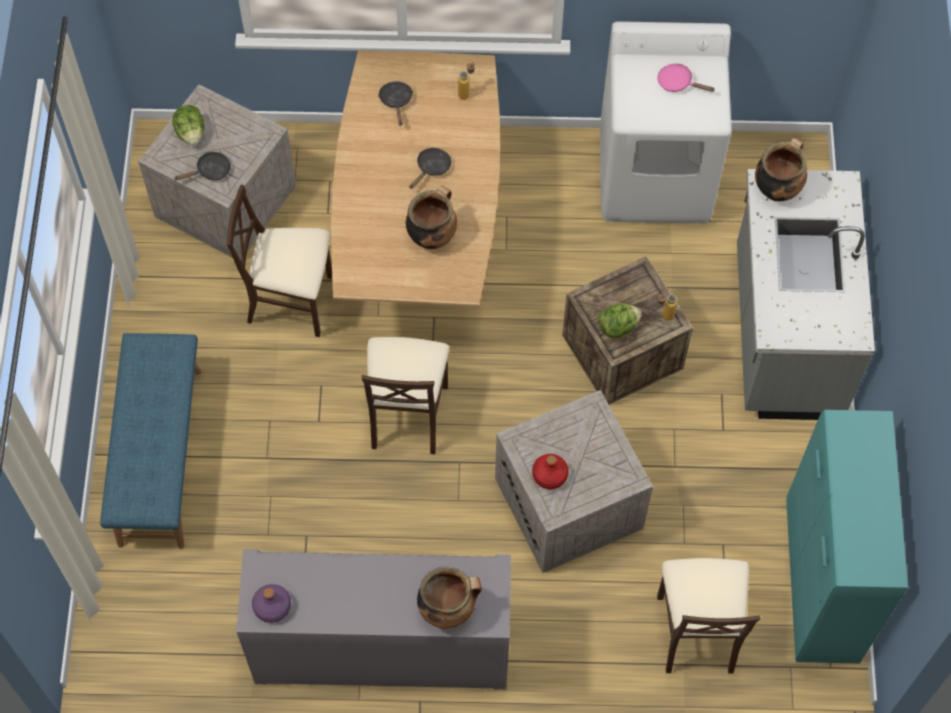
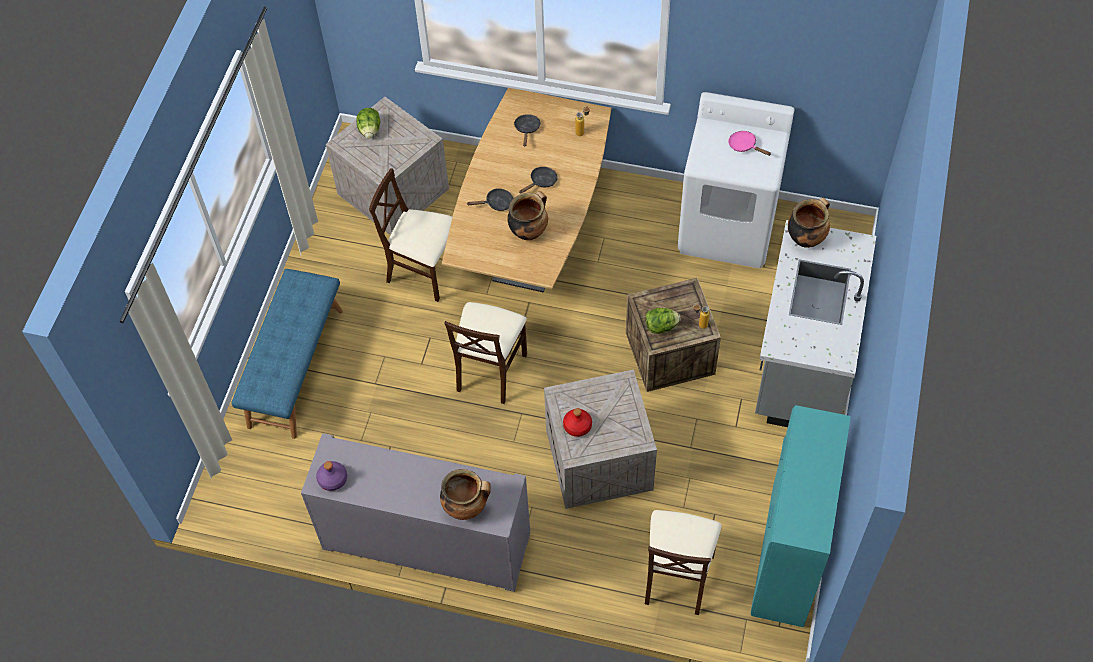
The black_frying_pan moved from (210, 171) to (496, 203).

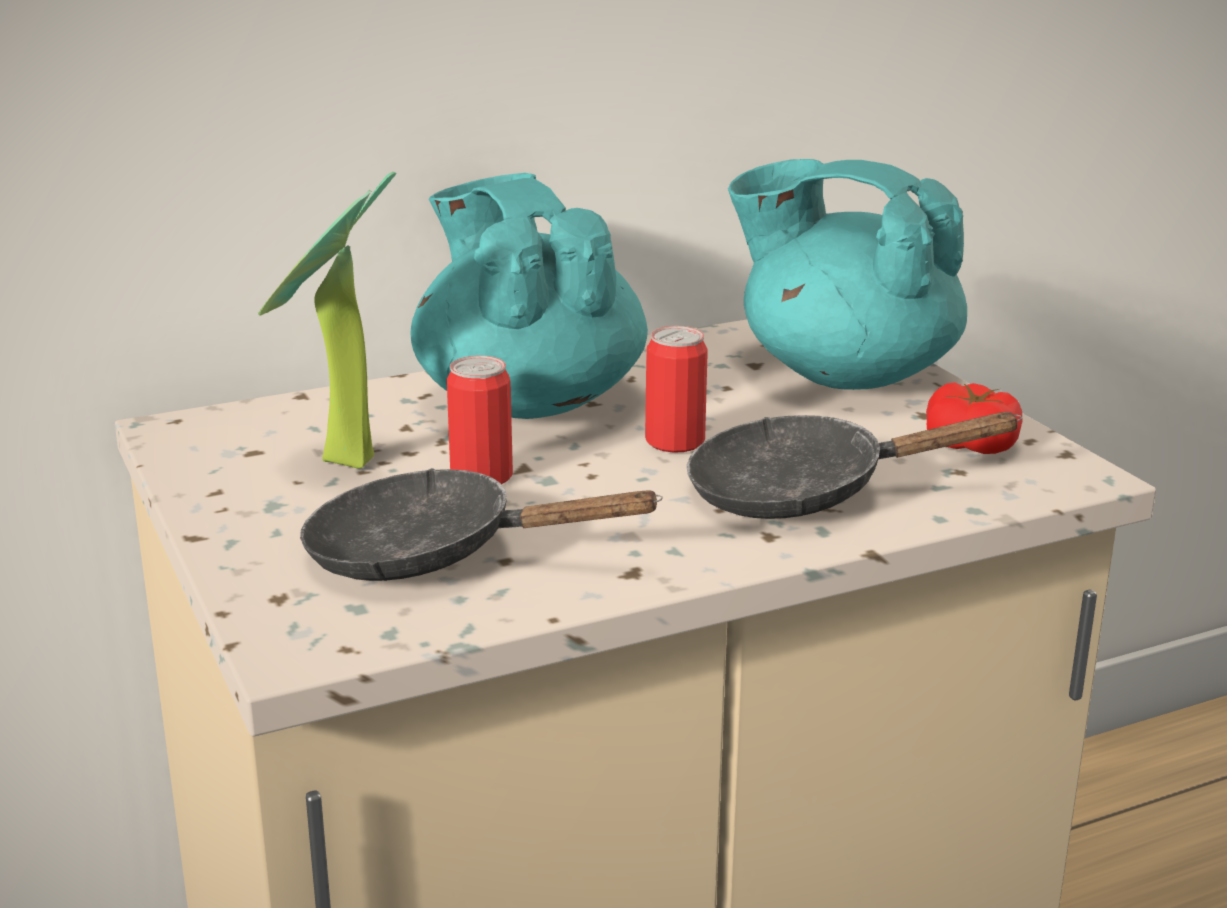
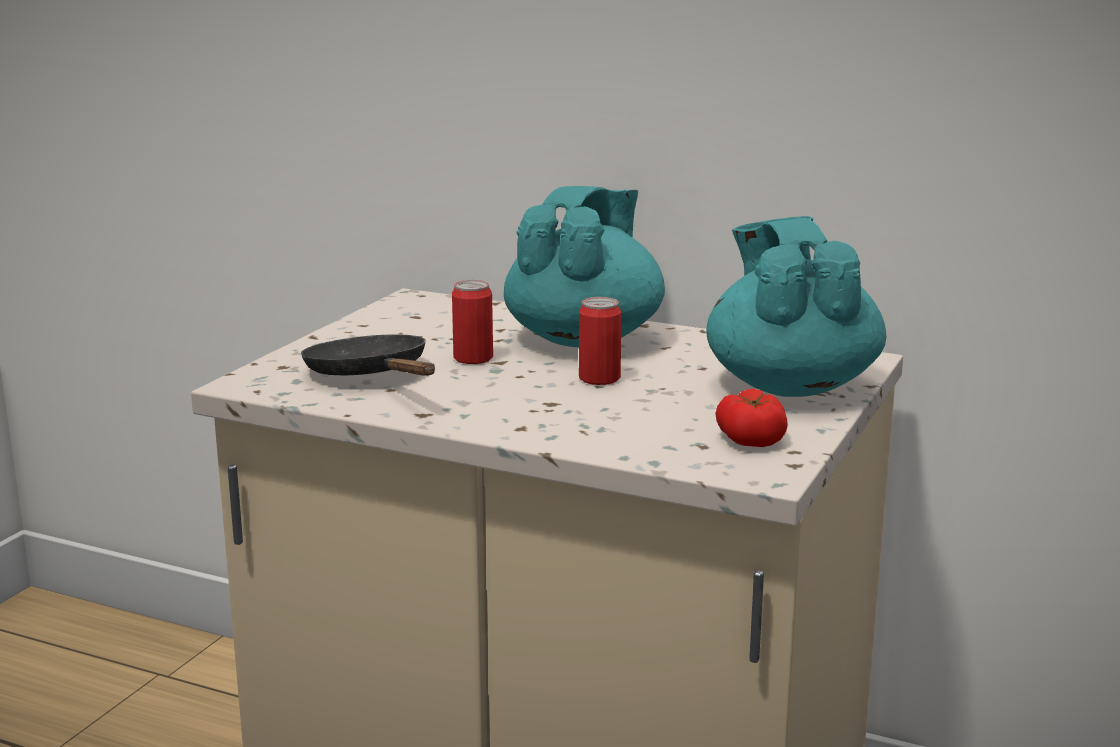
The potted_plant at (339, 465) disappeared.
The black_frying_pan at (805, 492) disappeared.

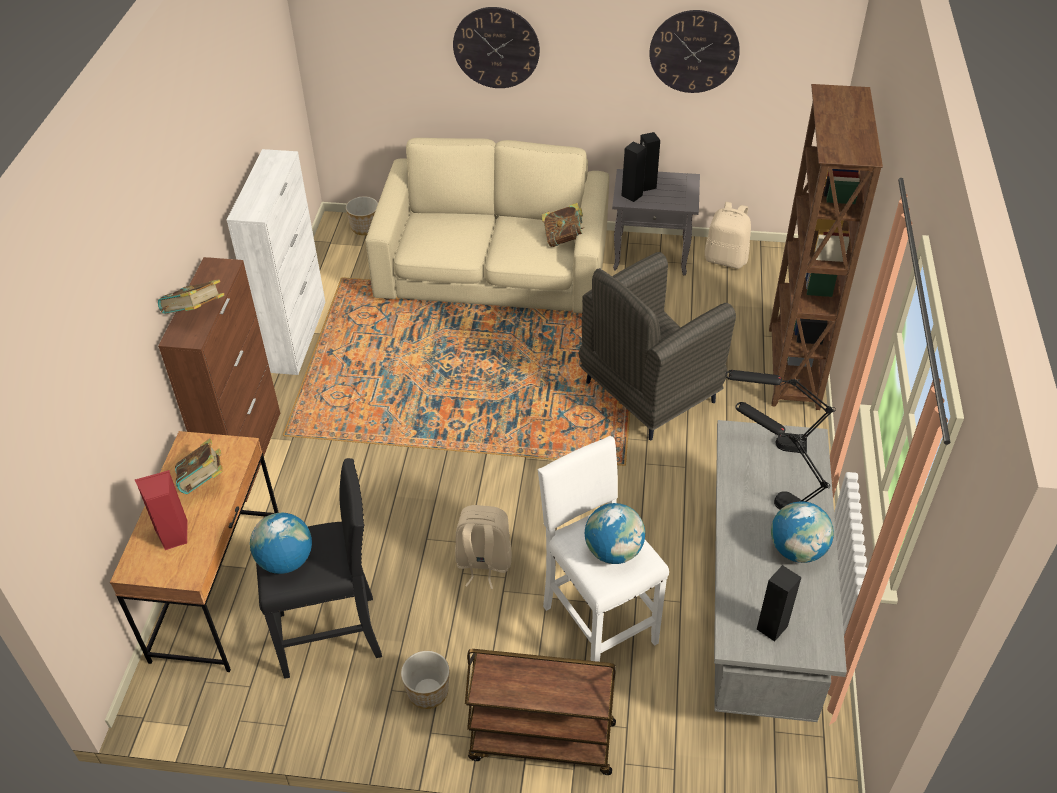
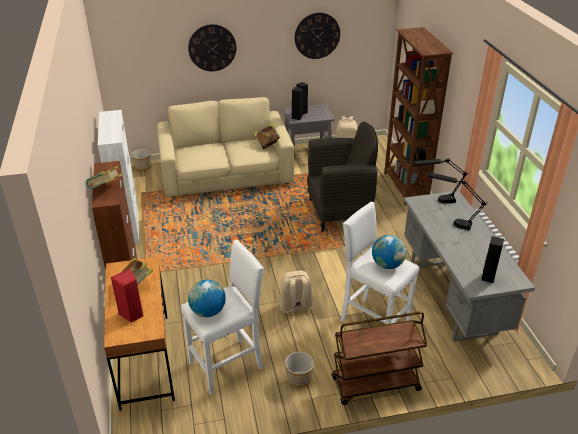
The grey_armchair at (648, 394) turned 135 degrees counterclockwise.
The black_stool at (332, 635) became the white_stool at (228, 365).
The globe at (797, 550) disappeared.

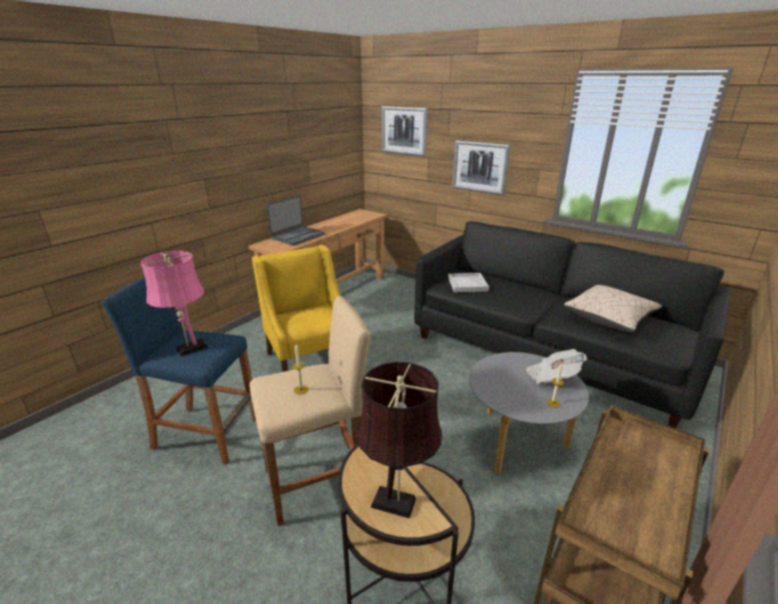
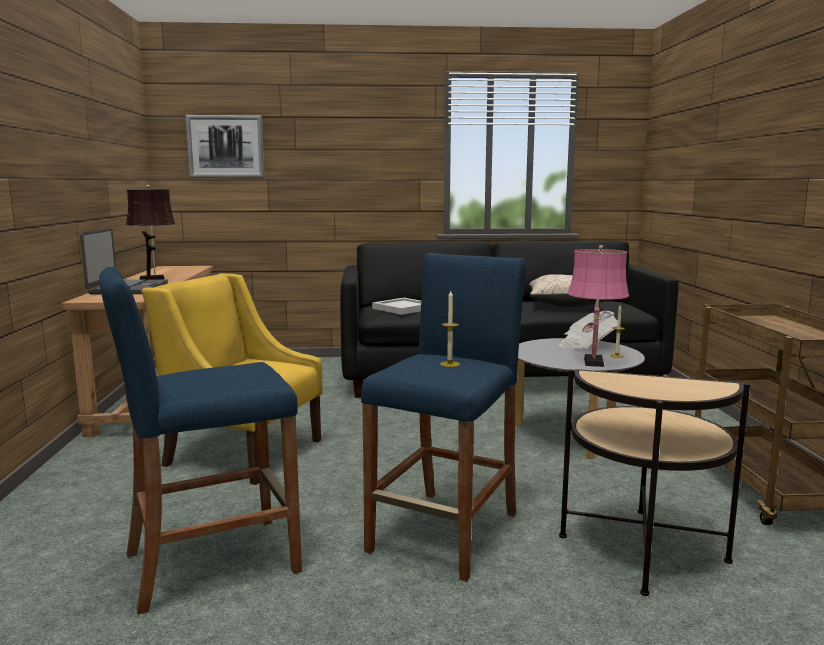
The picture at (480, 167) disappeared.
The pink_table_lamp moved from (189, 349) to (593, 363).
The beige_stool at (318, 481) became the blue_stool at (445, 532).
The brown_table_lamp moved from (397, 504) to (155, 279).

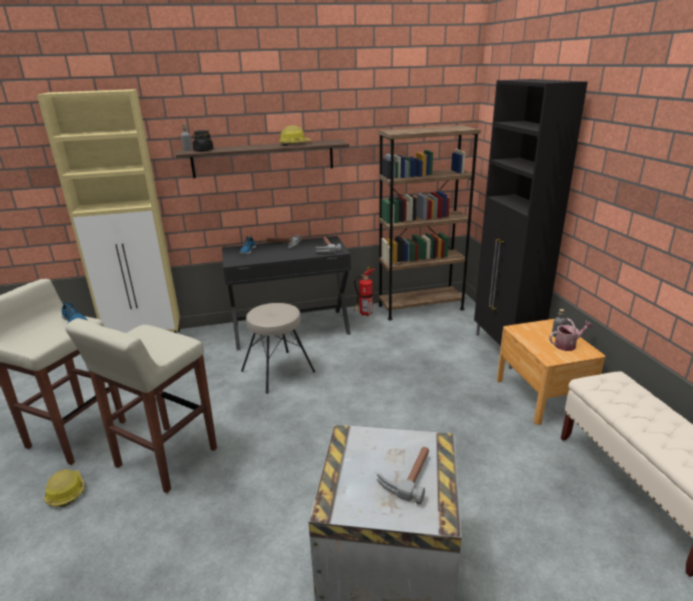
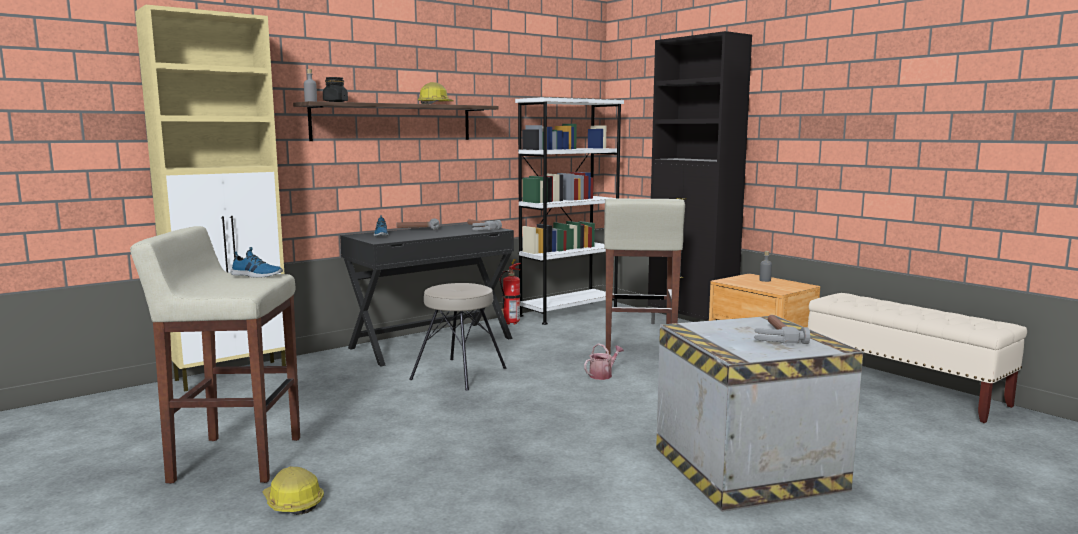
The brown_bookcase at (420, 307) became the white_bookcase at (568, 312).
The beige_stool moved from (165, 458) to (638, 347).
The watering_can moved from (567, 345) to (603, 375).

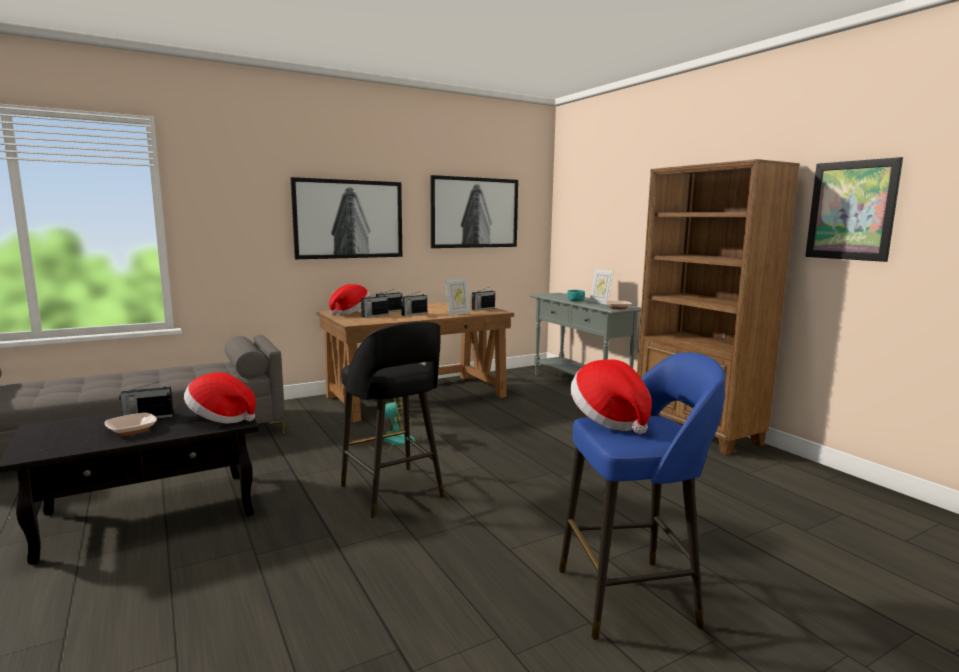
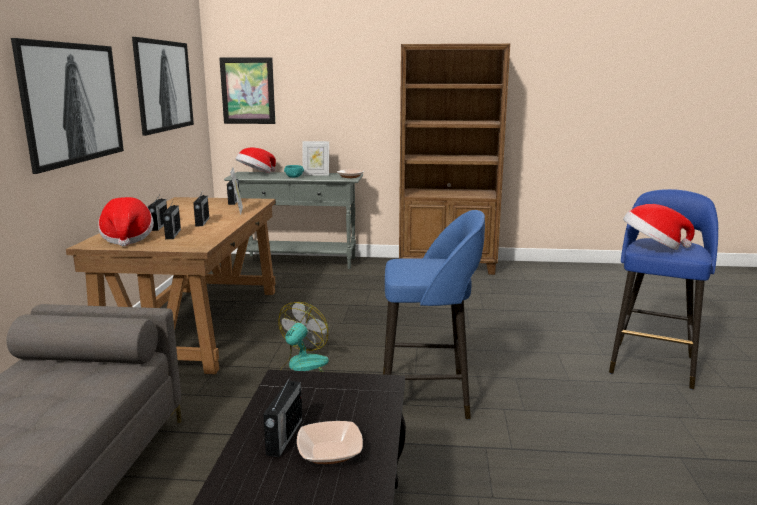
The picture moved from (851, 210) to (248, 91).
The black_stool at (393, 492) became the blue_stool at (427, 397).
The hat moved from (221, 418) to (255, 174).

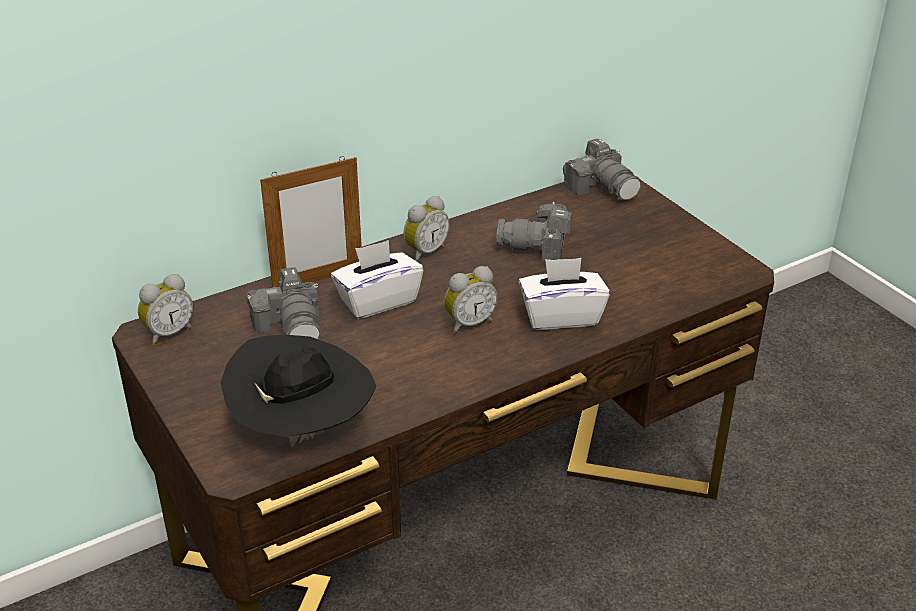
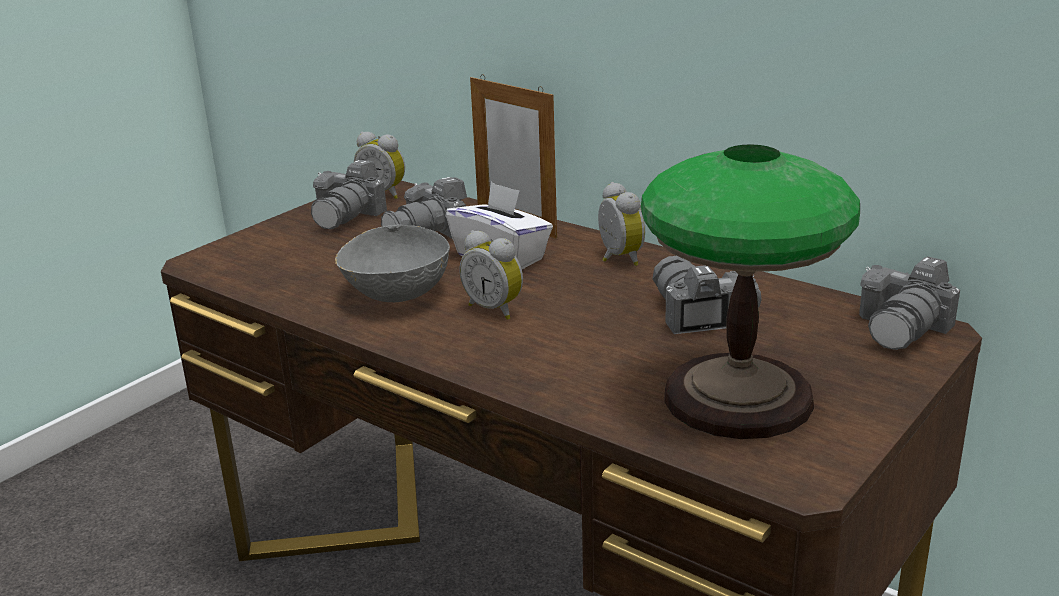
The alarm_clock at (425, 252) turned 135 degrees counterclockwise.
The white_tissue_box at (561, 316) disappeared.
The black_hat at (303, 430) disappeared.
The table_lamp at (736, 398) appeared.
The photo_camera at (348, 216) appeared.
The grey_bowl at (396, 293) appeared.

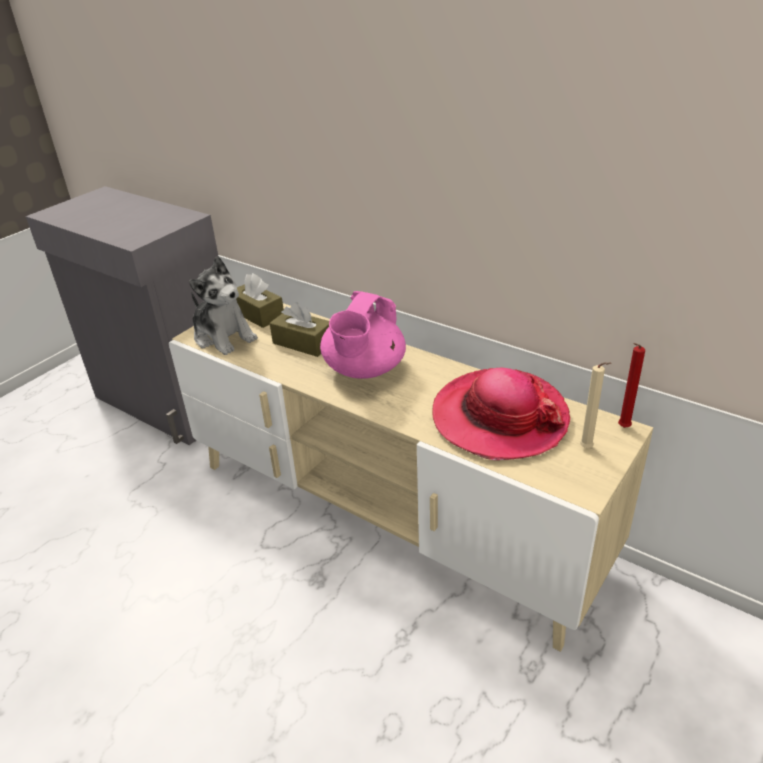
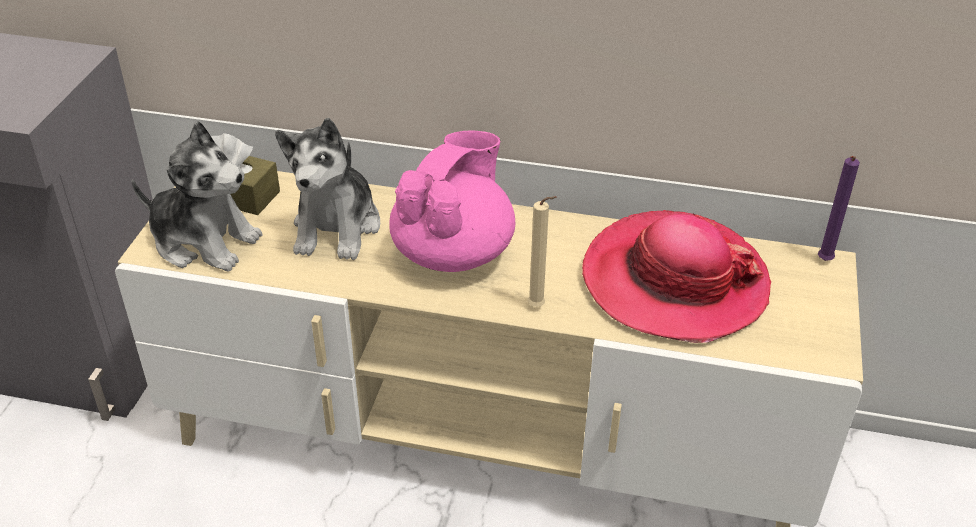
The pink_teapot at (364, 370) turned 150 degrees counterclockwise.
The brown_tissue_box at (303, 343) was replaced by the plush_toy at (337, 227).
The red_candle at (622, 428) became the purple_candle at (823, 262).
The beige_candle moved from (588, 449) to (538, 307).

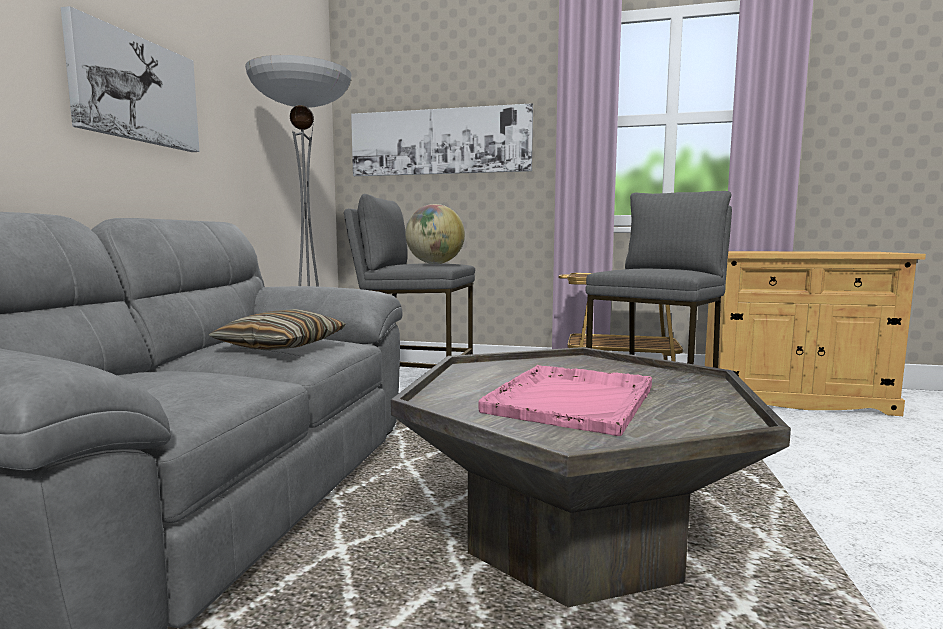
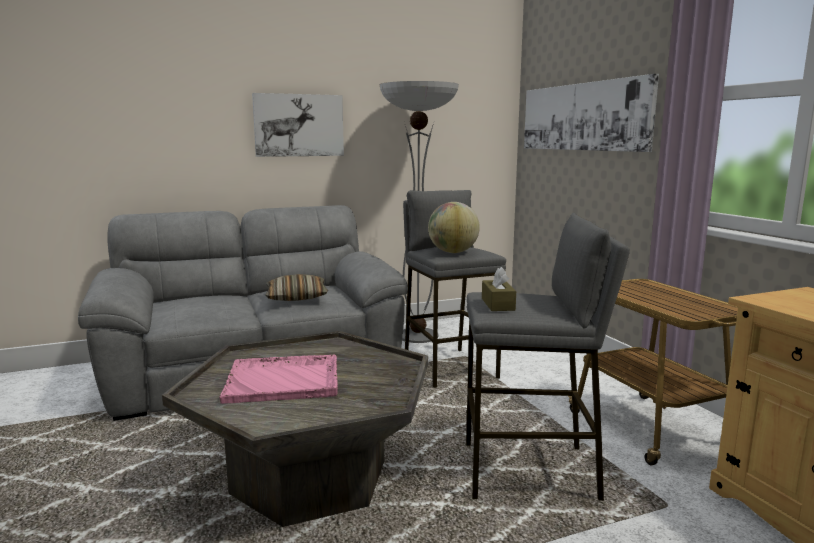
The brown_tissue_box at (498, 304) appeared.

